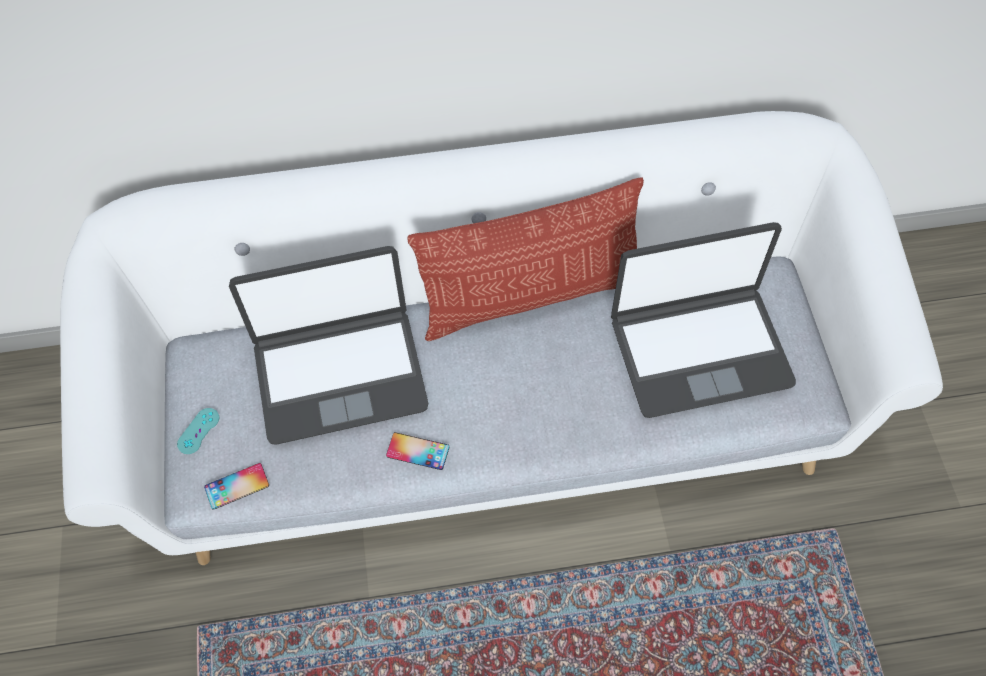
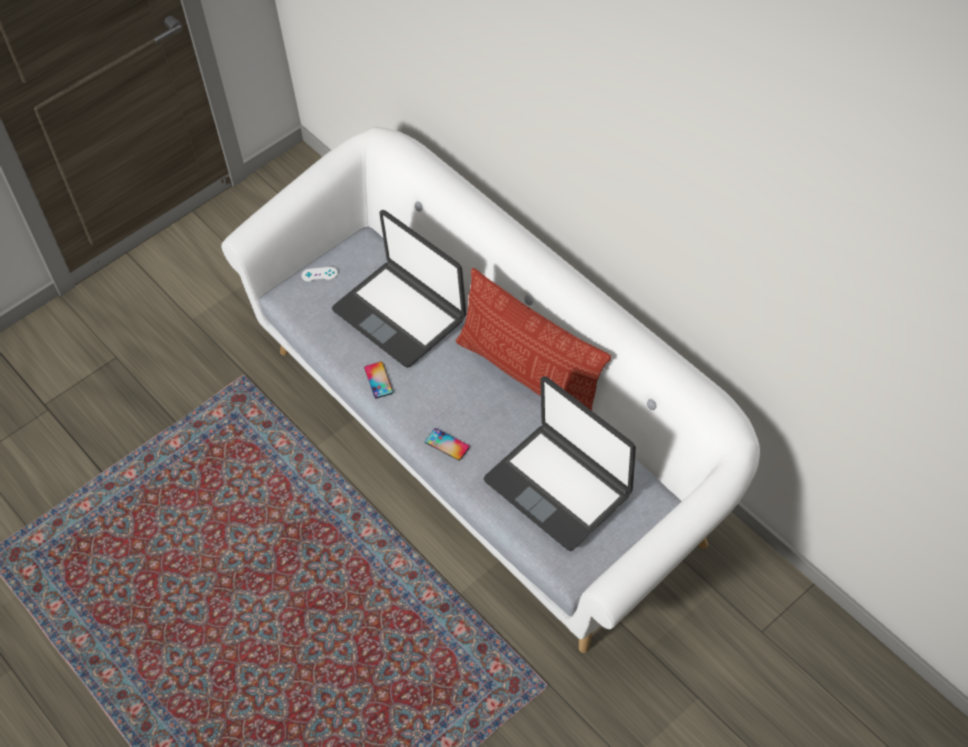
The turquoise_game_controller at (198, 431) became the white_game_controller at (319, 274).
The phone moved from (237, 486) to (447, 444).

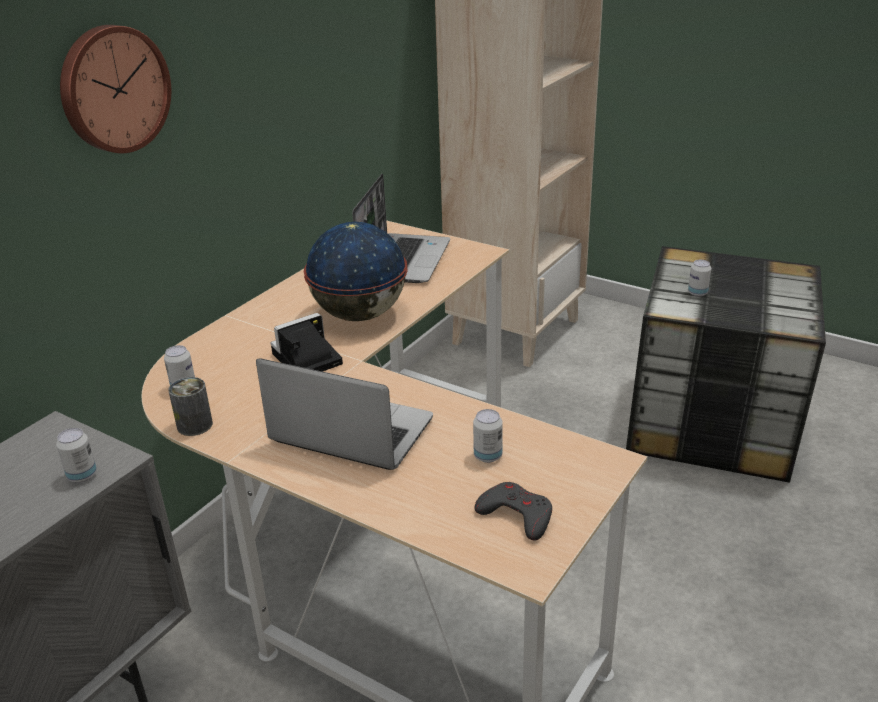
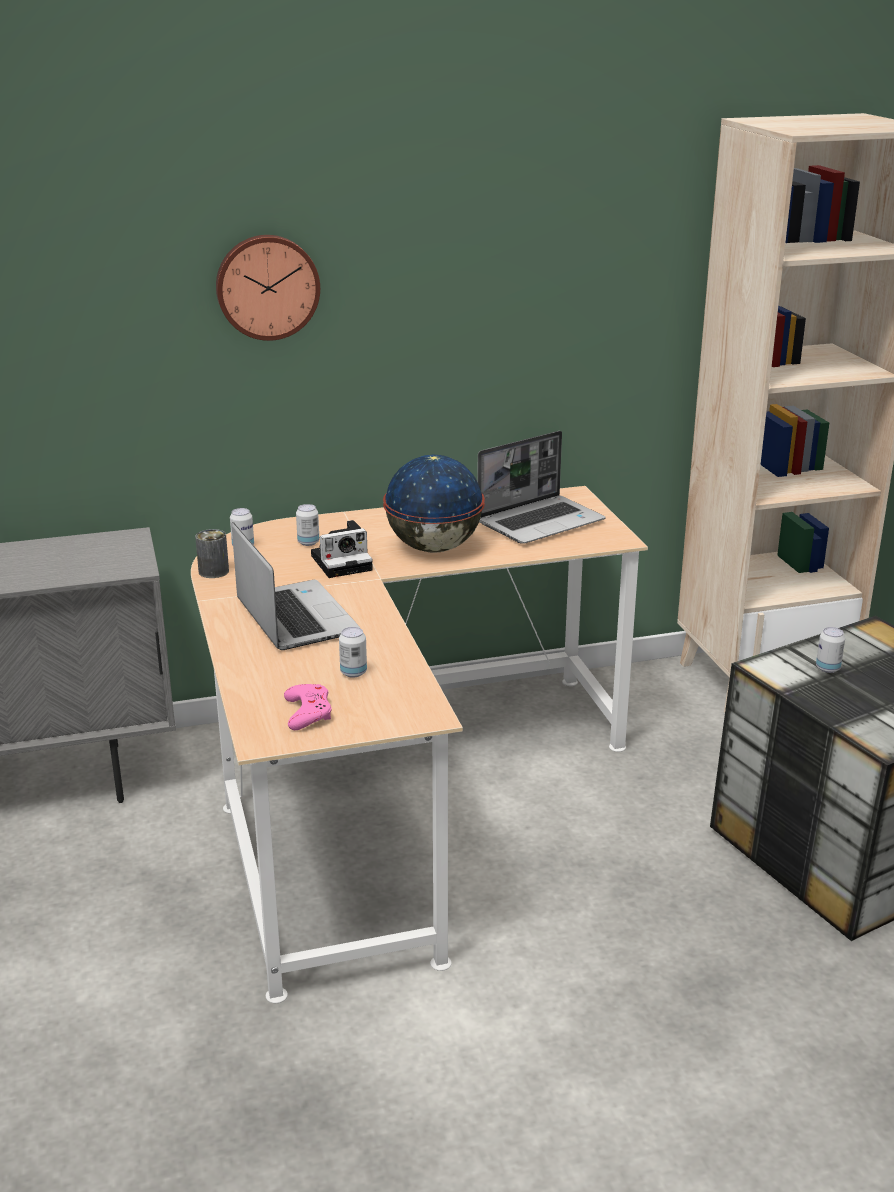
The photo_camera at (305, 360) turned 150 degrees clockwise.
The can moved from (82, 476) to (308, 542).
The grey_game_controller at (516, 515) became the pink_game_controller at (308, 712).

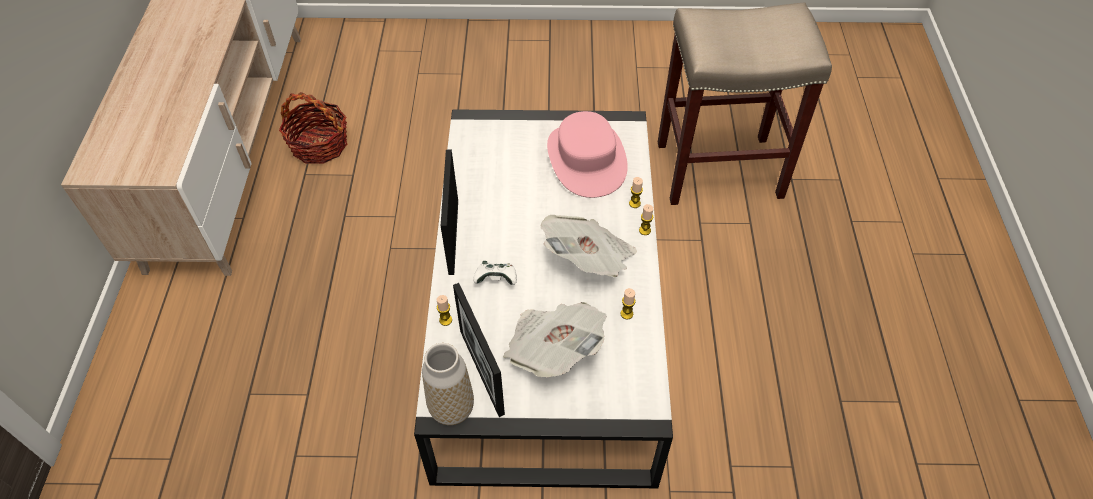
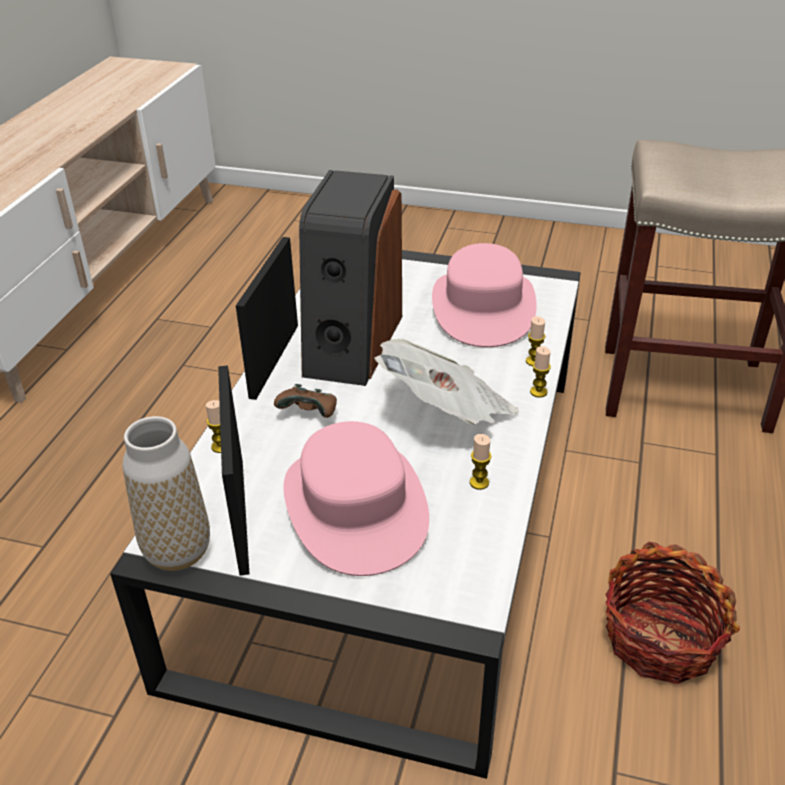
The basket moved from (319, 145) to (660, 639).
The white_game_controller at (496, 280) became the brown_game_controller at (310, 414).
The newspaper at (553, 349) was replaced by the pink_hat at (354, 506).
The speaker at (351, 344) appeared.

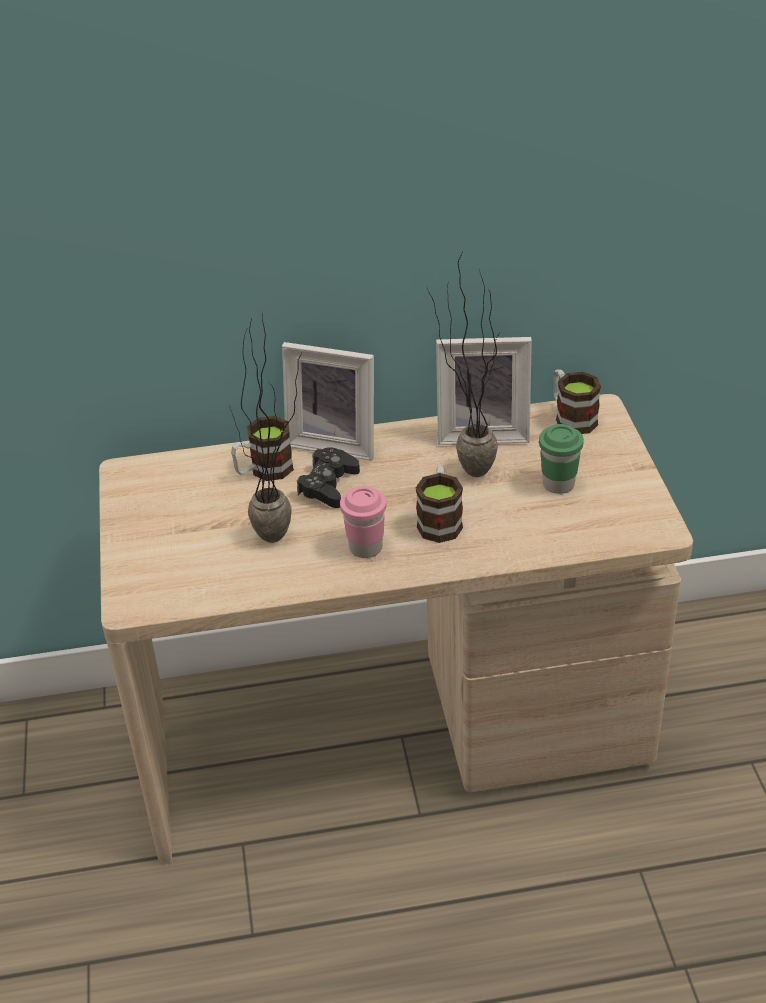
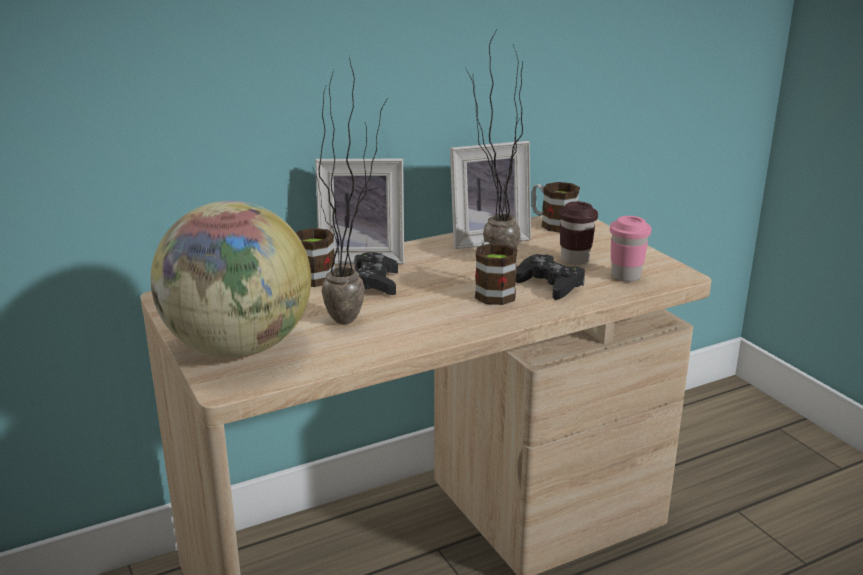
The green_cup at (558, 484) became the brown_cup at (575, 260).
The pink_cup moved from (365, 548) to (625, 276).
The globe at (238, 348) appeared.
The black_game_controller at (550, 284) appeared.

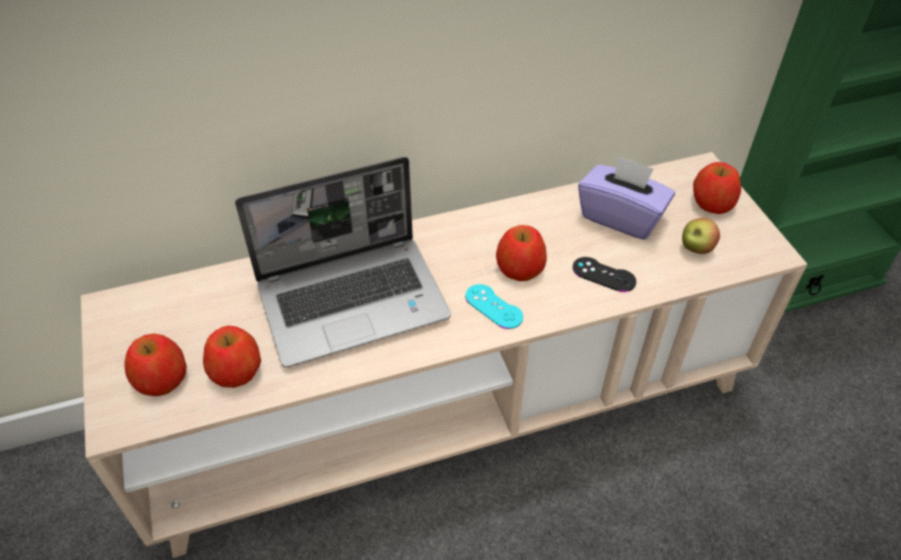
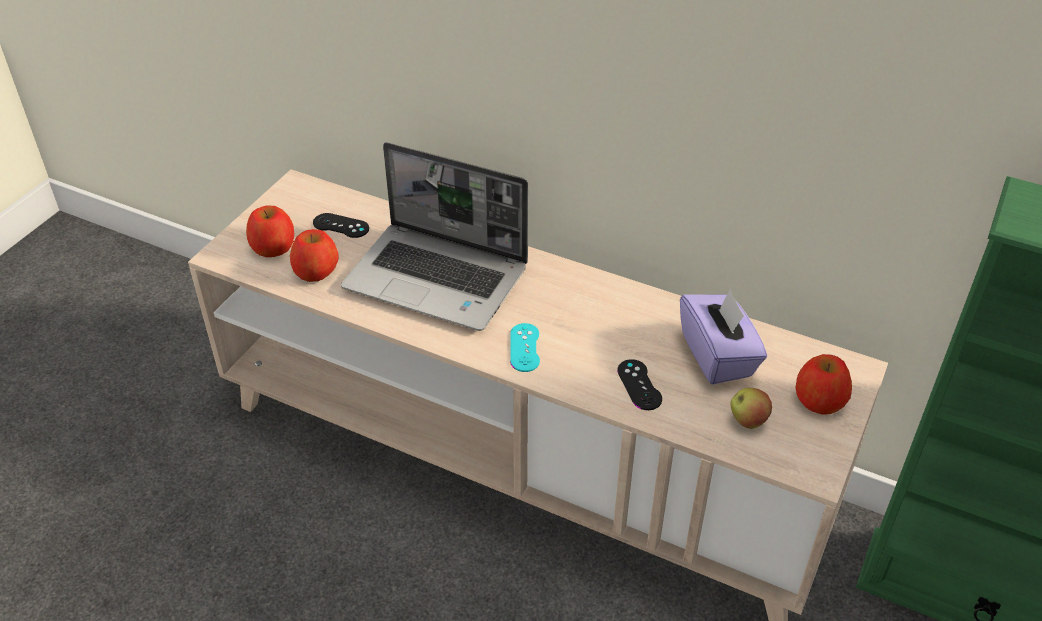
The apple at (520, 267) disappeared.
The black_game_controller at (341, 226) appeared.

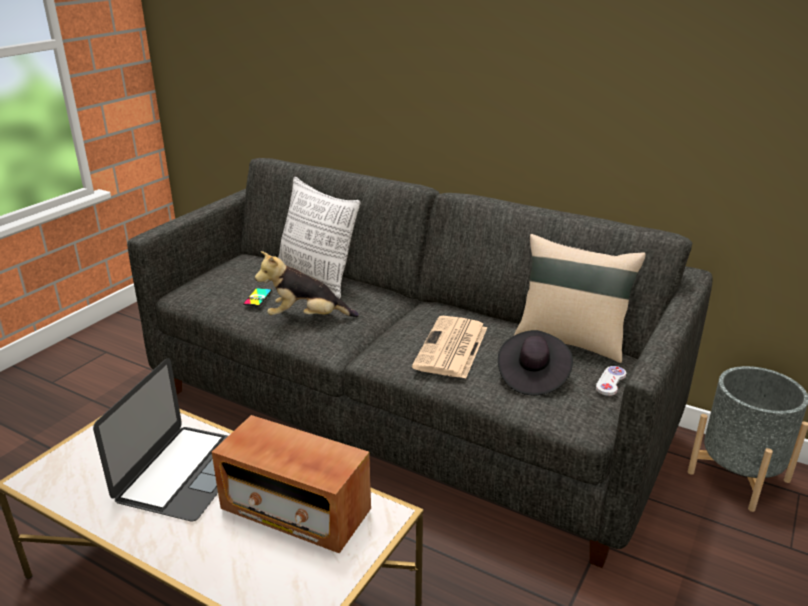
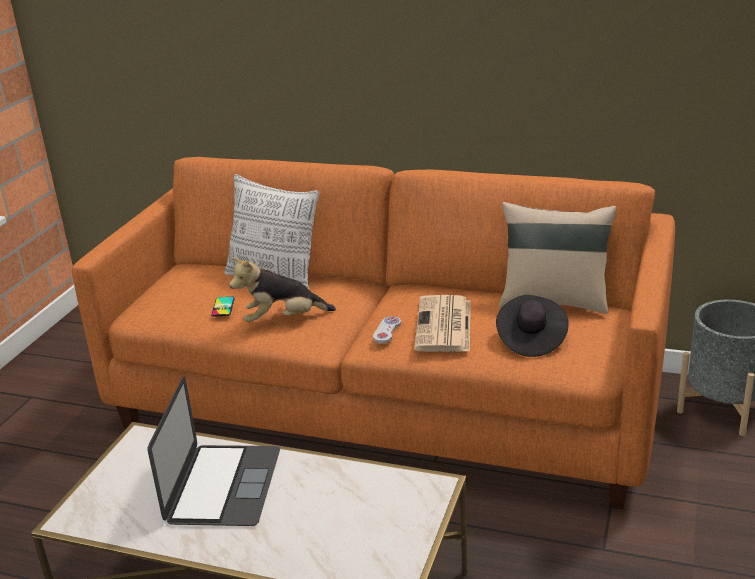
The grey_sofa at (405, 411) became the orange_sofa at (386, 402).
The white_game_controller moved from (610, 382) to (387, 331).
The radio at (295, 511) disappeared.

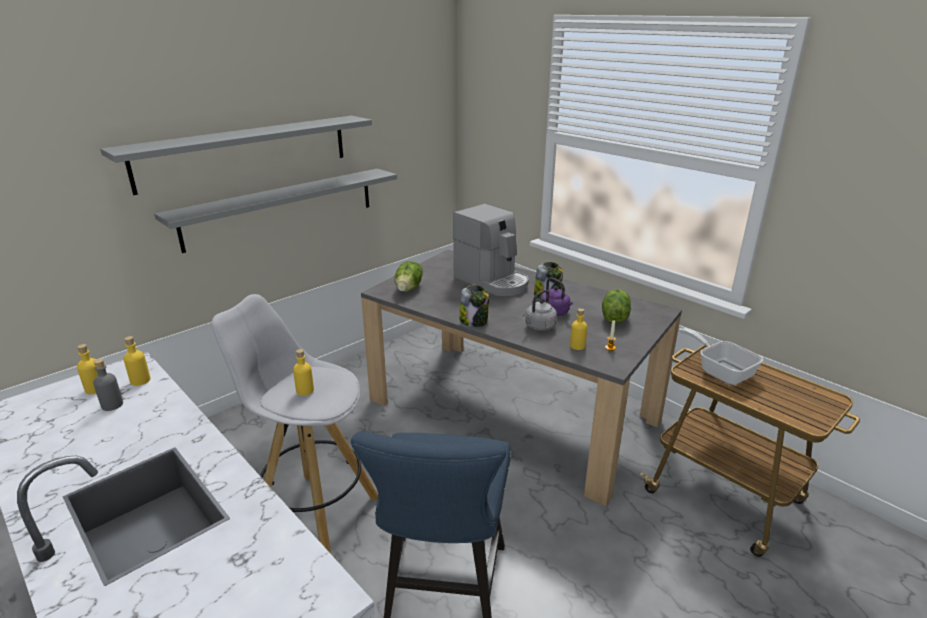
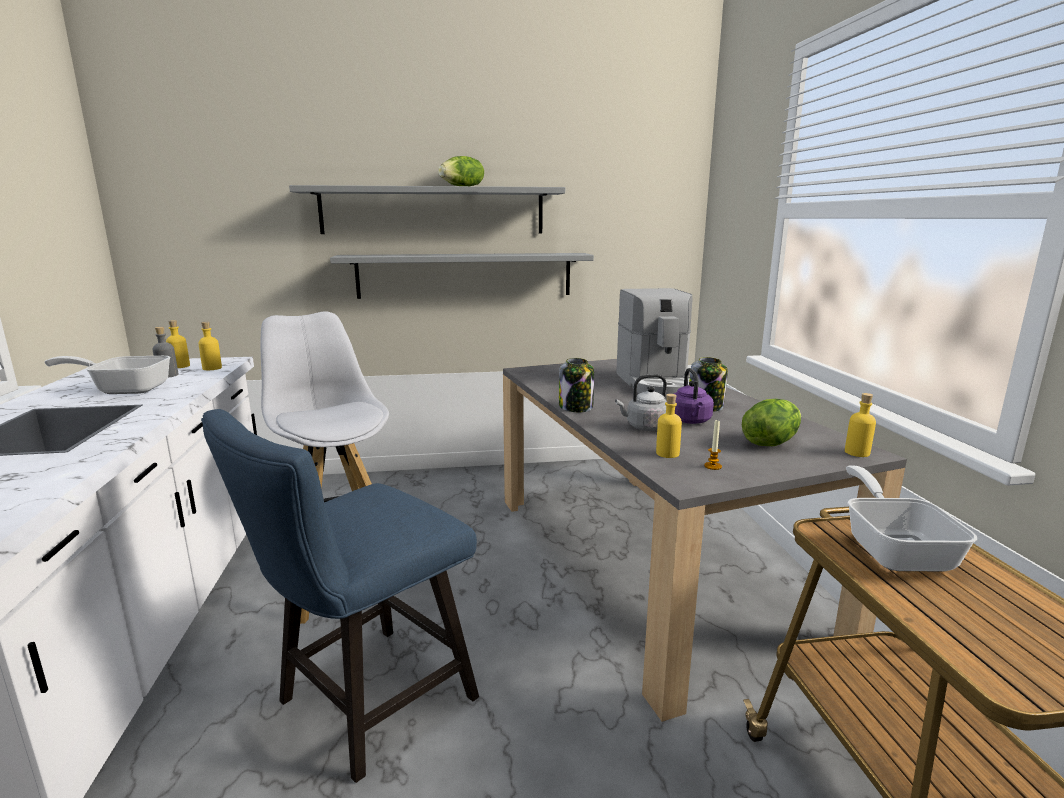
The lettuce moved from (409, 288) to (463, 186).
The yellow_bottle moved from (305, 390) to (857, 452).
The frying_pan at (125, 389) appeared.

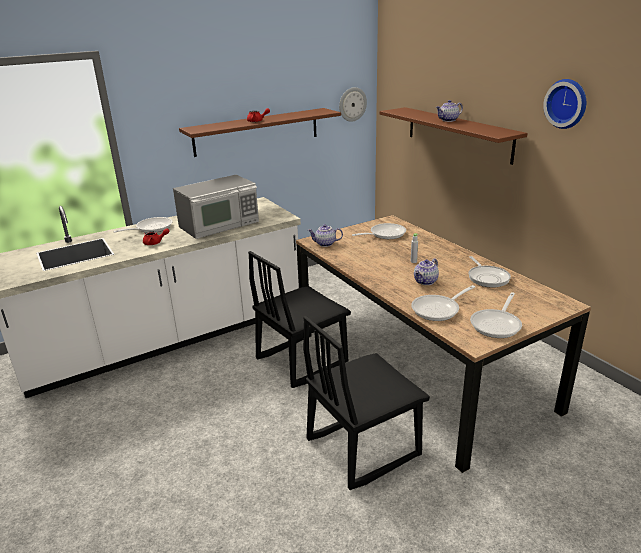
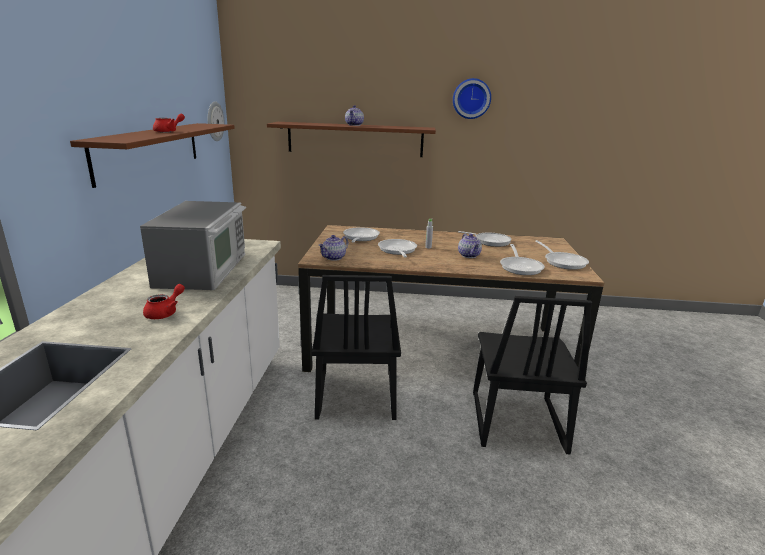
The frying_pan moved from (151, 228) to (397, 251).

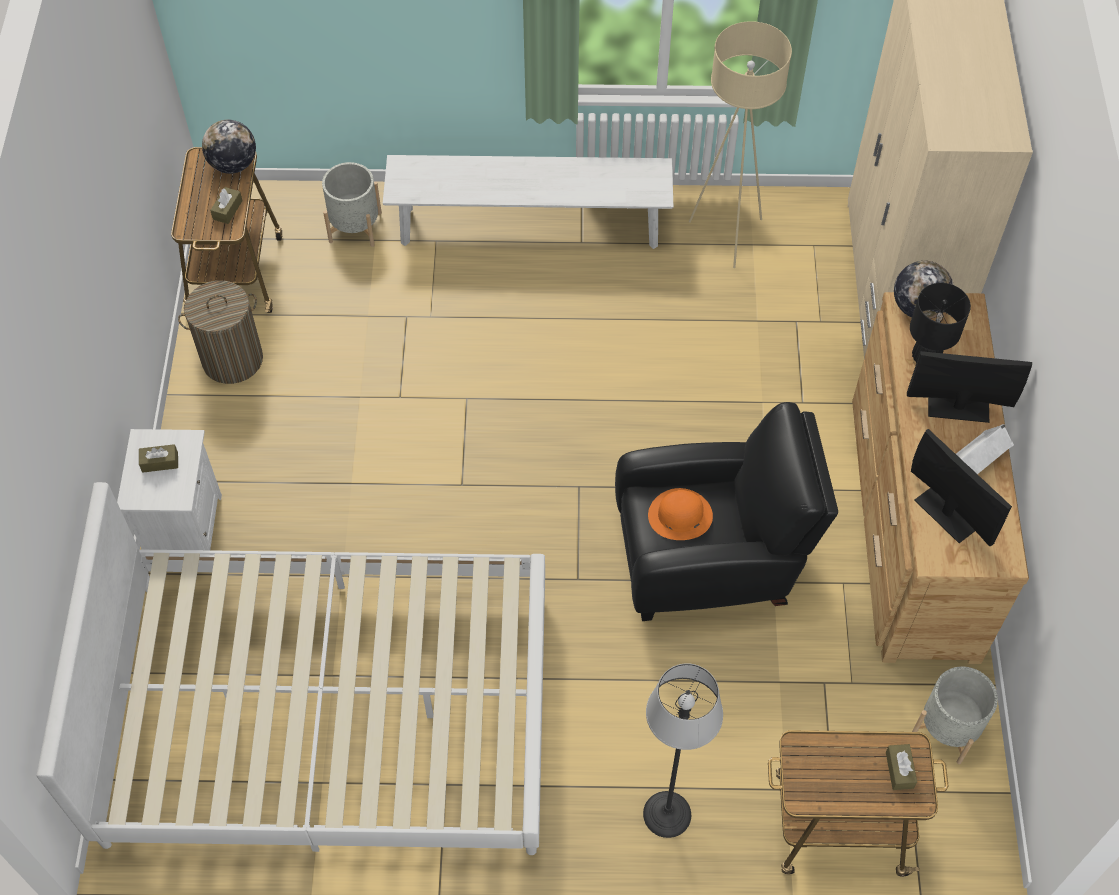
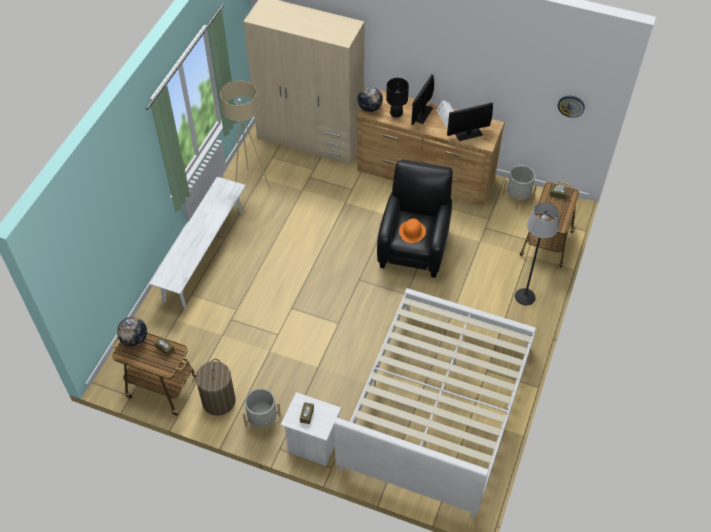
The grey_planter moved from (355, 227) to (263, 421).
The wall_clock at (571, 106) appeared.

